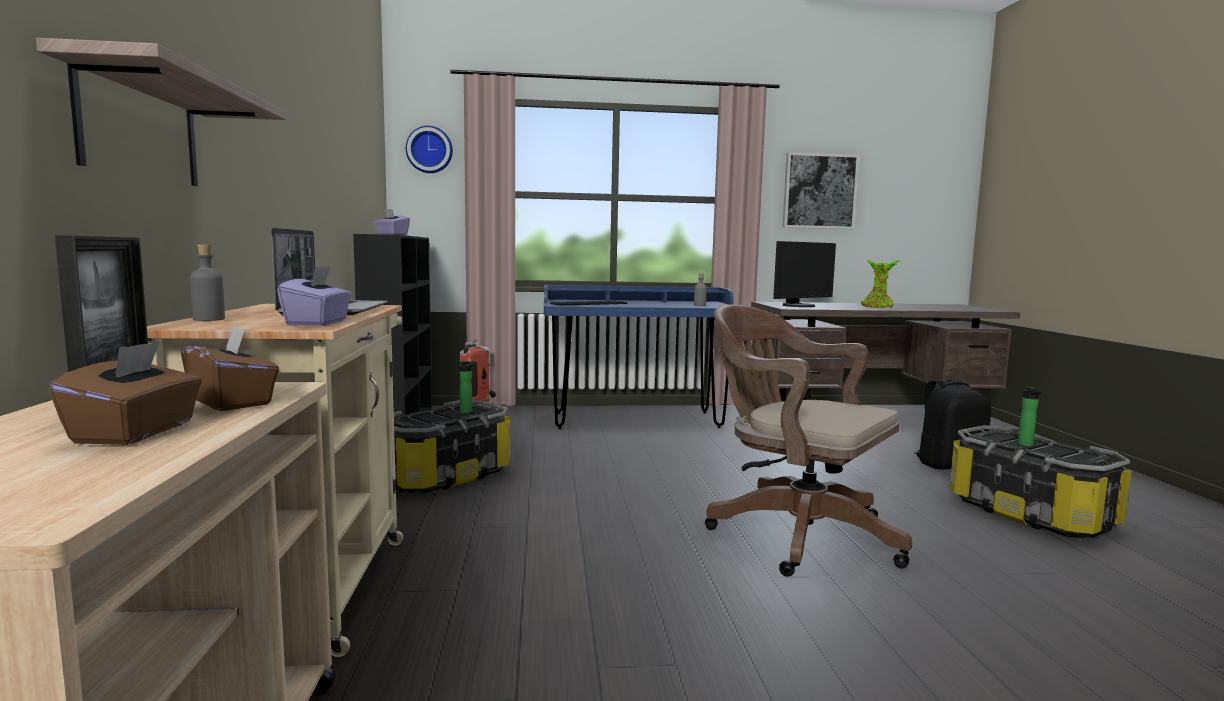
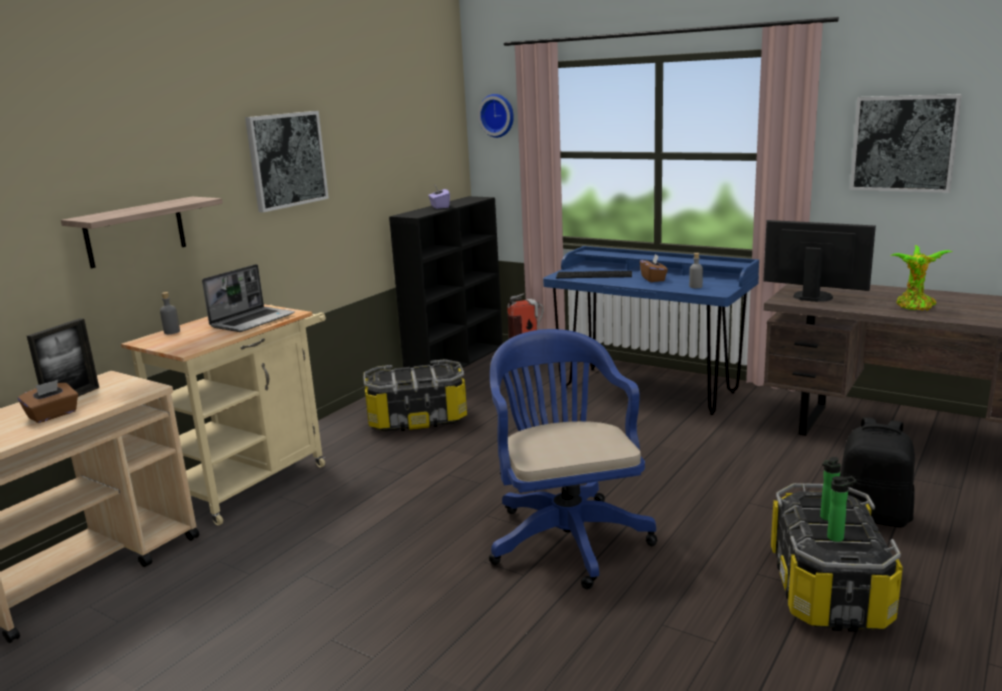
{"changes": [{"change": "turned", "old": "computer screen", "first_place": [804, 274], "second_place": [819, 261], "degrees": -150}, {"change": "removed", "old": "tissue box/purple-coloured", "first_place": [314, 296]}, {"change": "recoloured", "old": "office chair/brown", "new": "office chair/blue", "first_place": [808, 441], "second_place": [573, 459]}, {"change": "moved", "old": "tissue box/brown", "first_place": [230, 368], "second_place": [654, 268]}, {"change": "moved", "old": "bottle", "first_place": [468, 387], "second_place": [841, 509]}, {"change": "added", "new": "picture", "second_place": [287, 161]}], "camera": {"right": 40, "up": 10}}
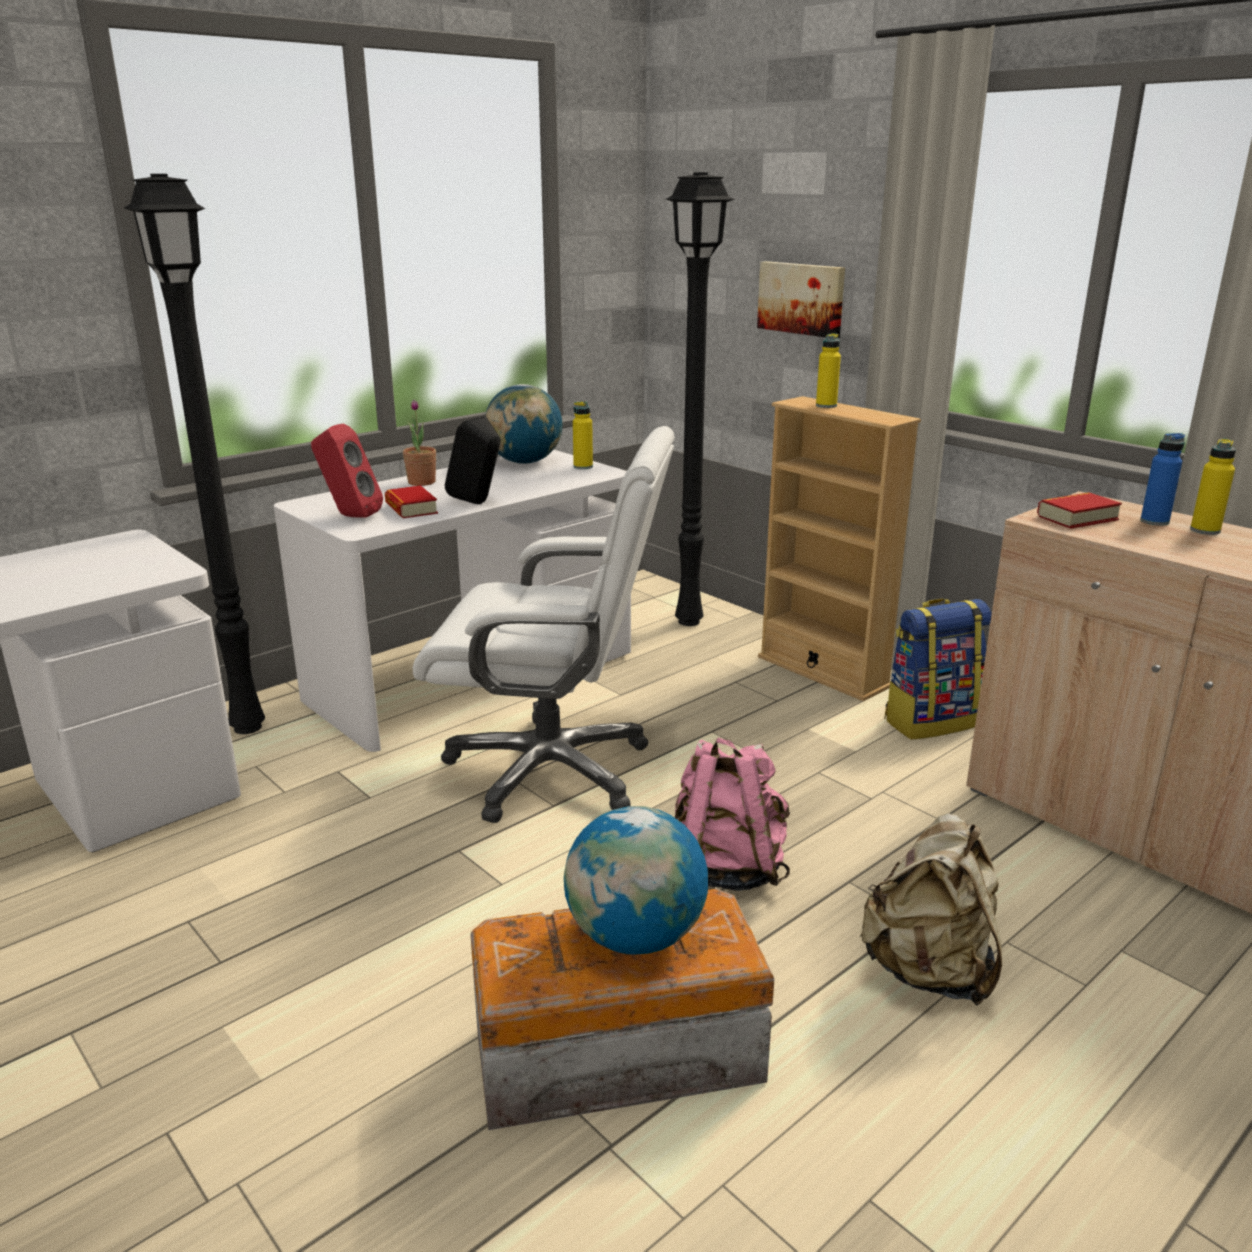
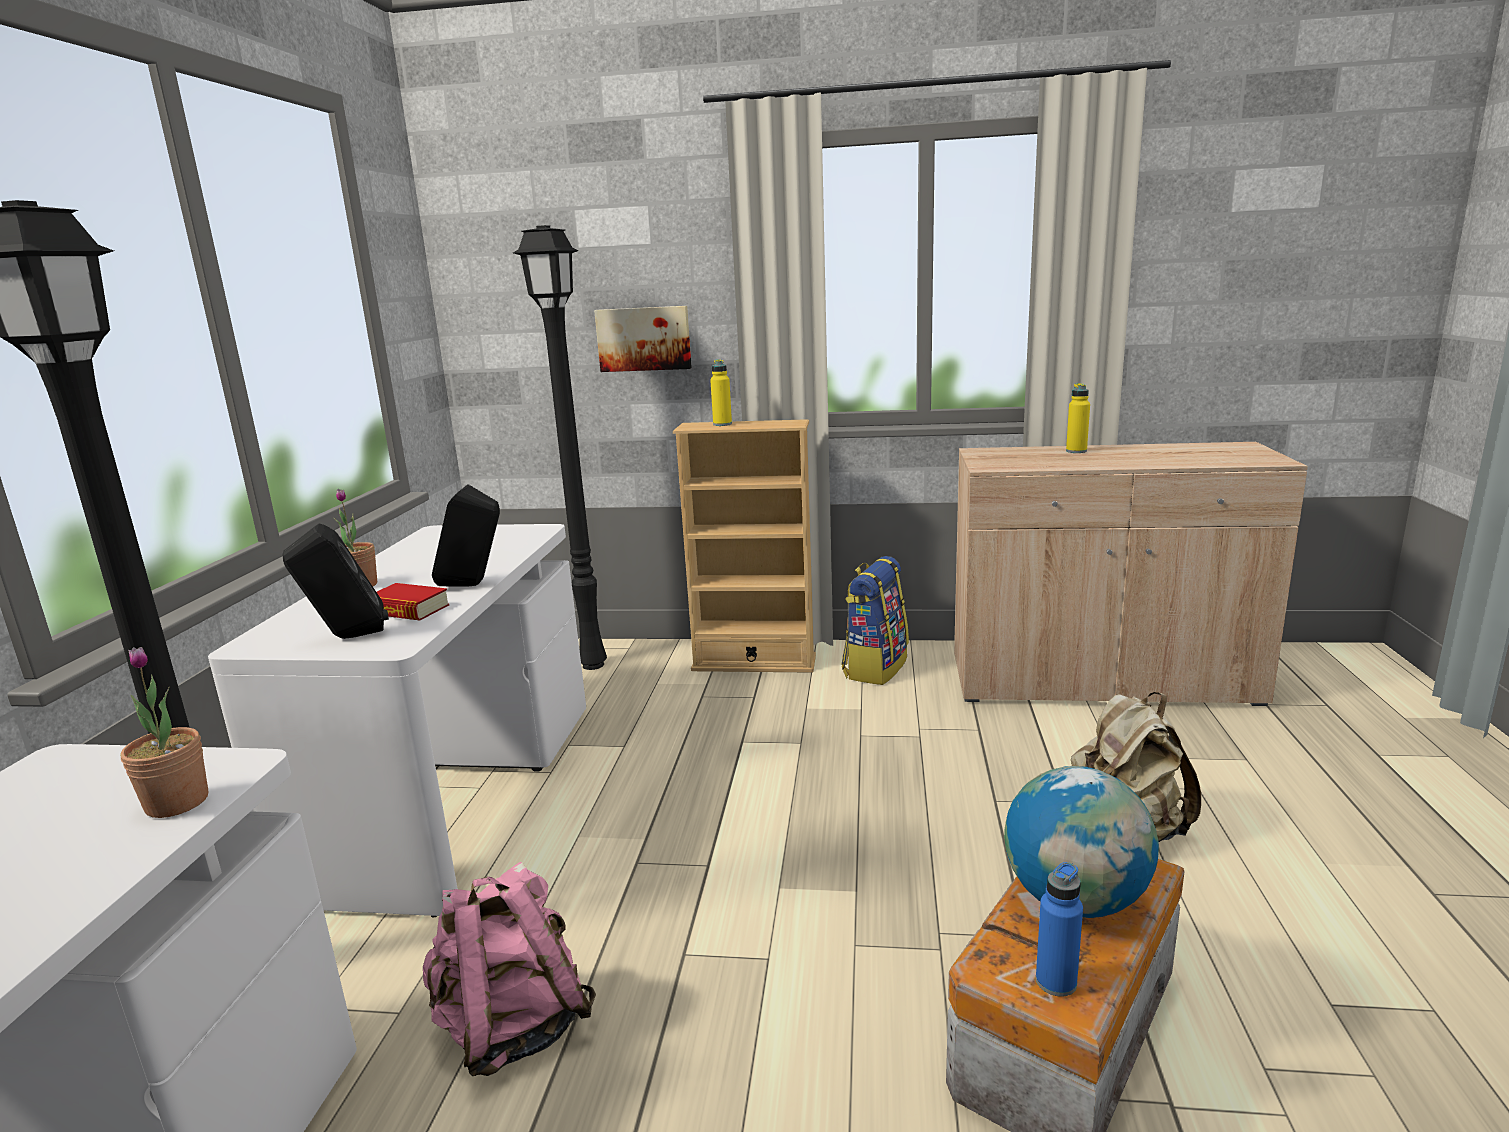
{"changes": [{"change": "removed", "old": "world globe", "first_place": [523, 424]}, {"change": "removed", "old": "bottle/yellow-coloured", "first_place": [583, 435]}, {"change": "recoloured", "old": "loudspeaker/red-coloured", "new": "loudspeaker/blackish", "first_place": [347, 471], "second_place": [336, 581]}, {"change": "removed", "old": "office chair/white-coloured", "first_place": [544, 624]}, {"change": "moved", "old": "bottle/blue", "first_place": [1162, 479], "second_place": [1059, 929]}, {"change": "removed", "old": "book", "first_place": [1079, 510]}, {"change": "moved", "old": "backpack/pinkish", "first_place": [732, 814], "second_place": [509, 969]}, {"change": "added", "new": "houseplant", "second_place": [164, 732]}], "camera": {"right": -40, "up": -5}}
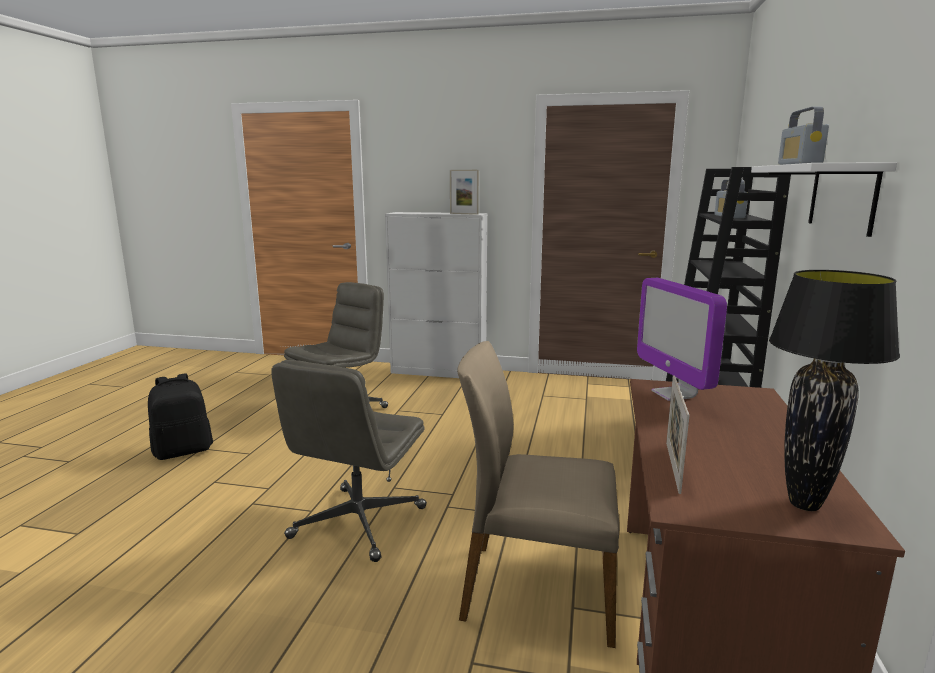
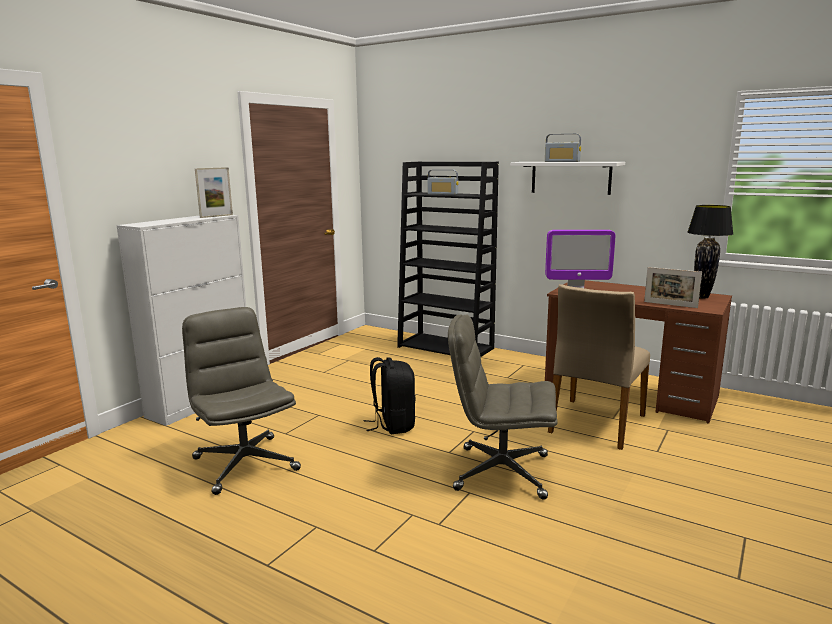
{"changes": [{"change": "turned", "old": "office chair/grey", "first_place": [349, 461], "second_place": [503, 407], "degrees": 150}, {"change": "moved", "old": "backpack/blackish", "first_place": [180, 417], "second_place": [390, 395]}], "camera": {"right": -70, "up": 0}}
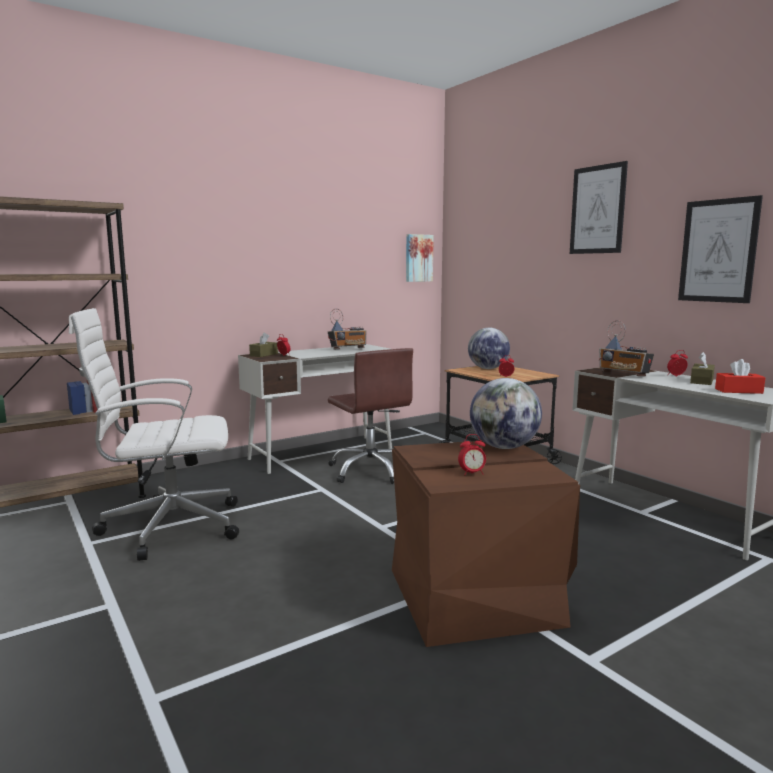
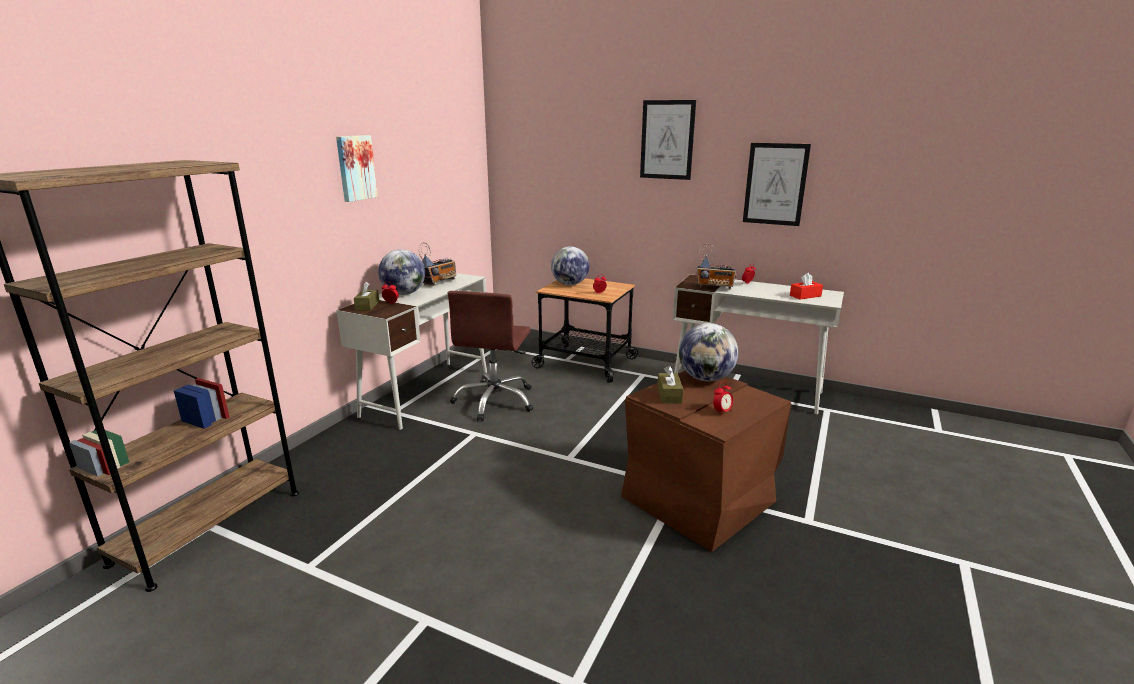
{"changes": [{"change": "moved", "old": "picture", "first_place": [420, 258], "second_place": [357, 168]}, {"change": "removed", "old": "office chair/white-coloured", "first_place": [154, 434]}, {"change": "turned", "old": "office chair/brown", "first_place": [370, 416], "second_place": [490, 356], "degrees": 75}, {"change": "moved", "old": "tissue box/brown", "first_place": [702, 368], "second_place": [670, 385]}, {"change": "added", "new": "world globe", "second_place": [401, 272]}], "camera": {"right": -30, "up": 10}}
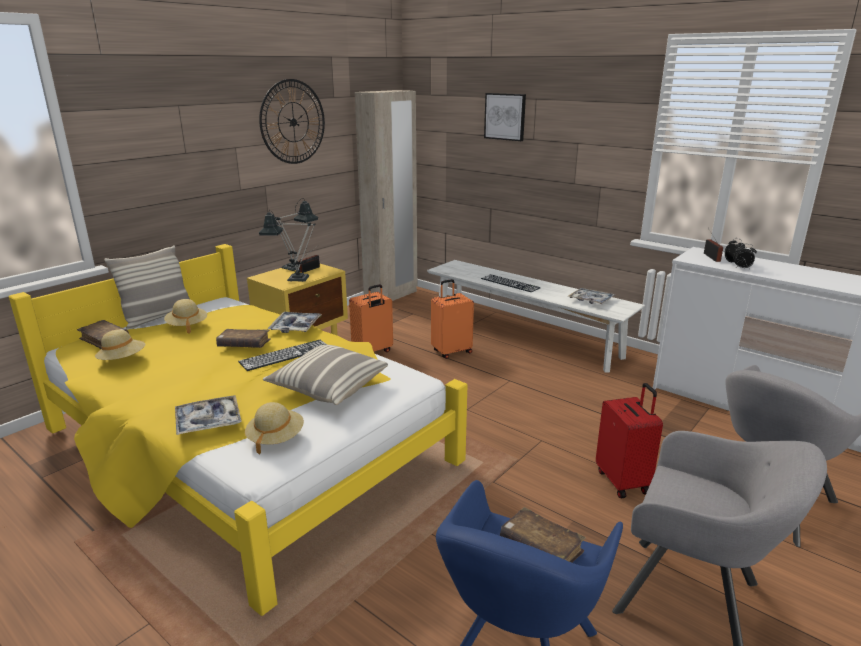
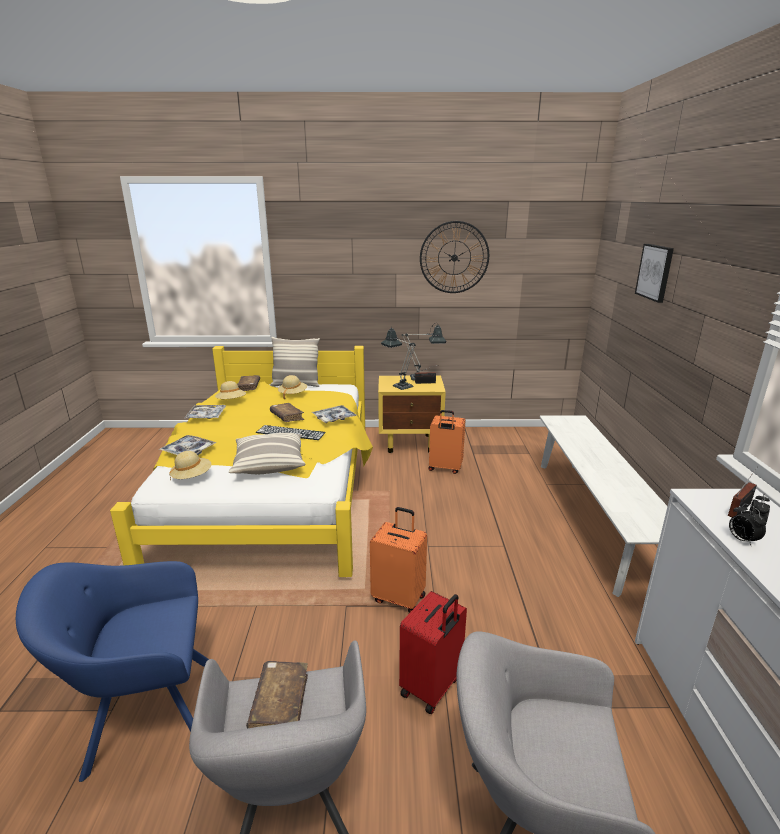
{"changes": [{"change": "removed", "old": "armoire/beige", "first_place": [386, 195]}, {"change": "removed", "old": "computer keyboard", "first_place": [511, 283]}, {"change": "moved", "old": "piece of luggage/orange-coloured", "first_place": [452, 319], "second_place": [398, 560]}, {"change": "moved", "old": "tray", "first_place": [591, 296], "second_place": [205, 412]}, {"change": "moved", "old": "book/brown", "first_place": [543, 535], "second_place": [277, 695]}], "camera": {"right": 50, "up": 0}}
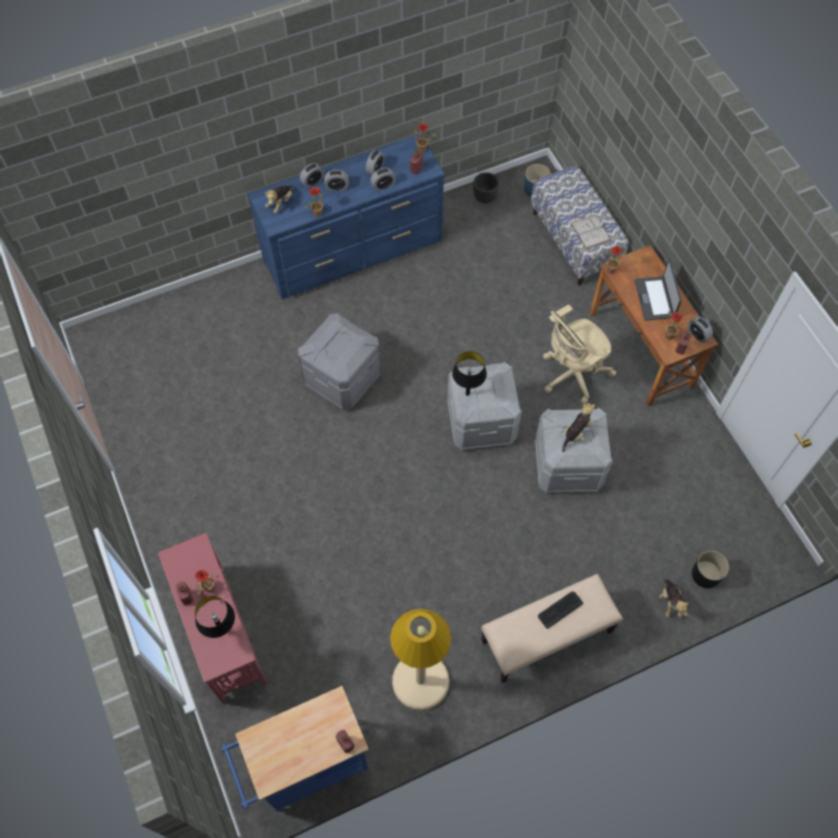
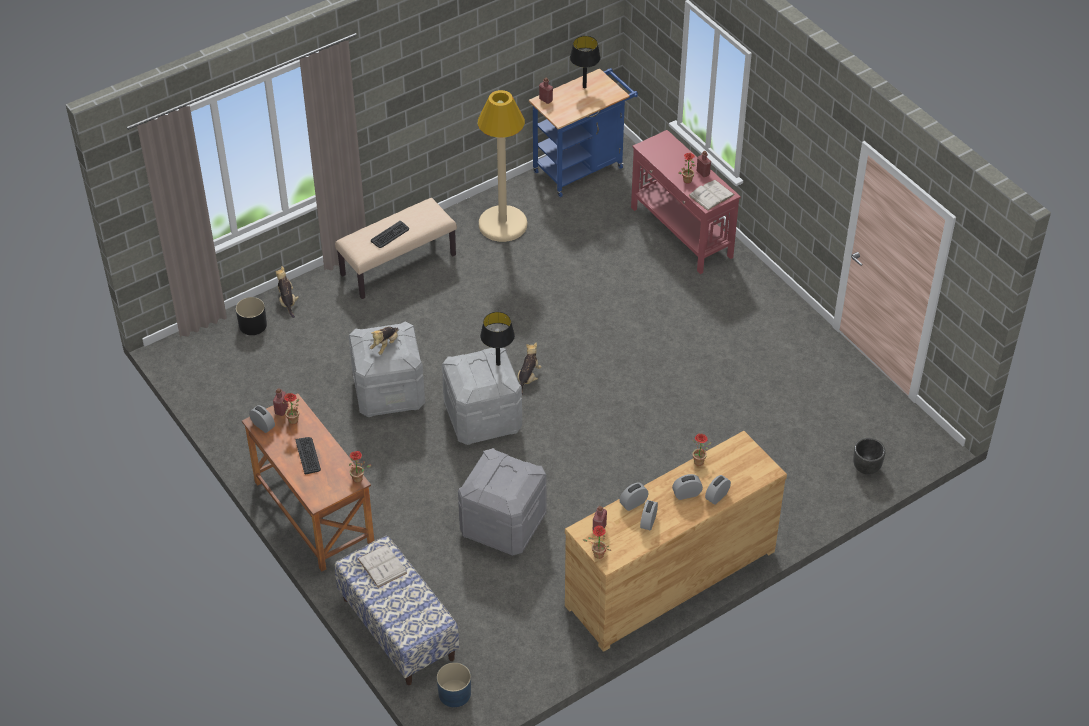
{"changes": [{"change": "recoloured", "old": "drawer chest/blue", "new": "drawer chest/brown", "first_place": [346, 217], "second_place": [676, 541]}, {"change": "moved", "old": "plant pot/blackish", "first_place": [486, 187], "second_place": [869, 456]}, {"change": "moved", "old": "cuddly toy", "first_place": [279, 199], "second_place": [529, 369]}, {"change": "replaced", "old": "portable computer", "new": "computer keyboard", "first_place": [658, 290], "second_place": [308, 456]}, {"change": "removed", "old": "office chair/beige", "first_place": [579, 354]}, {"change": "moved", "old": "storage box/grey", "first_place": [339, 361], "second_place": [502, 502]}, {"change": "moved", "old": "tabletop lamp/blackish", "first_place": [215, 617], "second_place": [585, 62]}, {"change": "added", "new": "book/white-coloured", "second_place": [711, 195]}], "camera": {"right": 170, "up": -15}}
